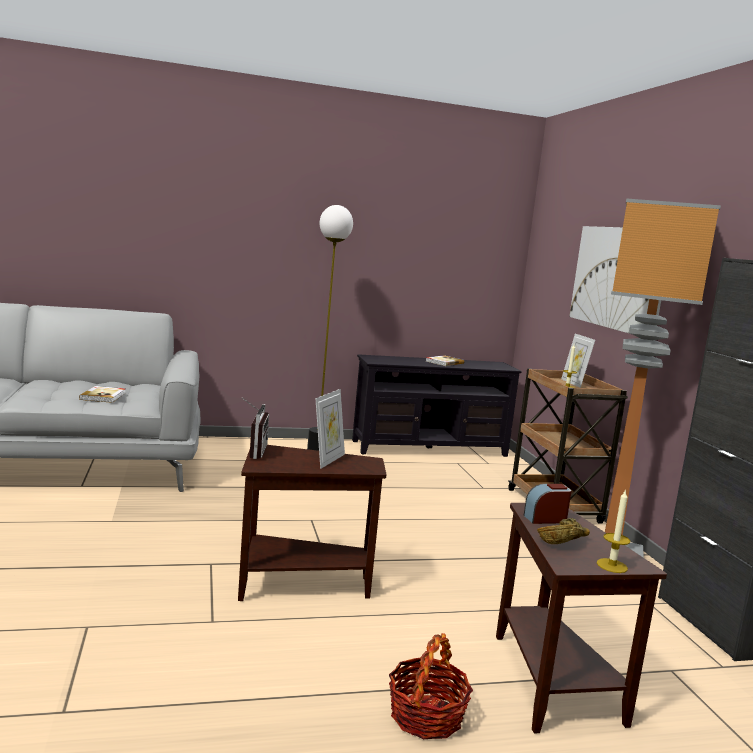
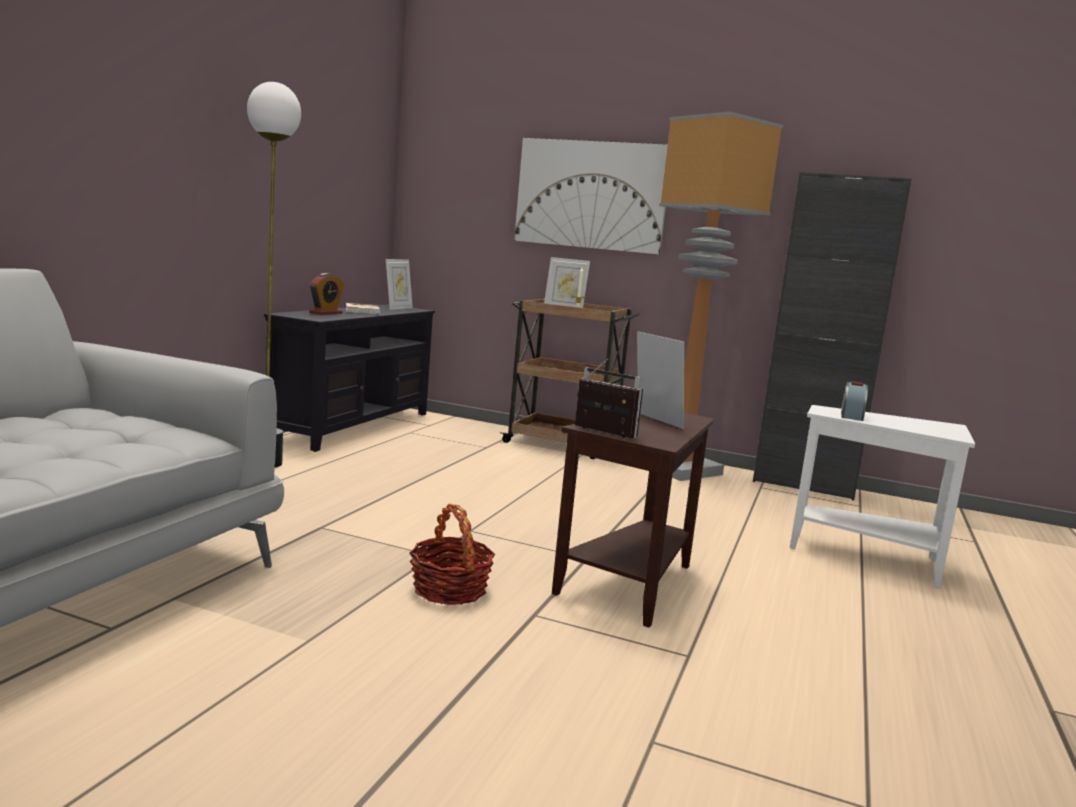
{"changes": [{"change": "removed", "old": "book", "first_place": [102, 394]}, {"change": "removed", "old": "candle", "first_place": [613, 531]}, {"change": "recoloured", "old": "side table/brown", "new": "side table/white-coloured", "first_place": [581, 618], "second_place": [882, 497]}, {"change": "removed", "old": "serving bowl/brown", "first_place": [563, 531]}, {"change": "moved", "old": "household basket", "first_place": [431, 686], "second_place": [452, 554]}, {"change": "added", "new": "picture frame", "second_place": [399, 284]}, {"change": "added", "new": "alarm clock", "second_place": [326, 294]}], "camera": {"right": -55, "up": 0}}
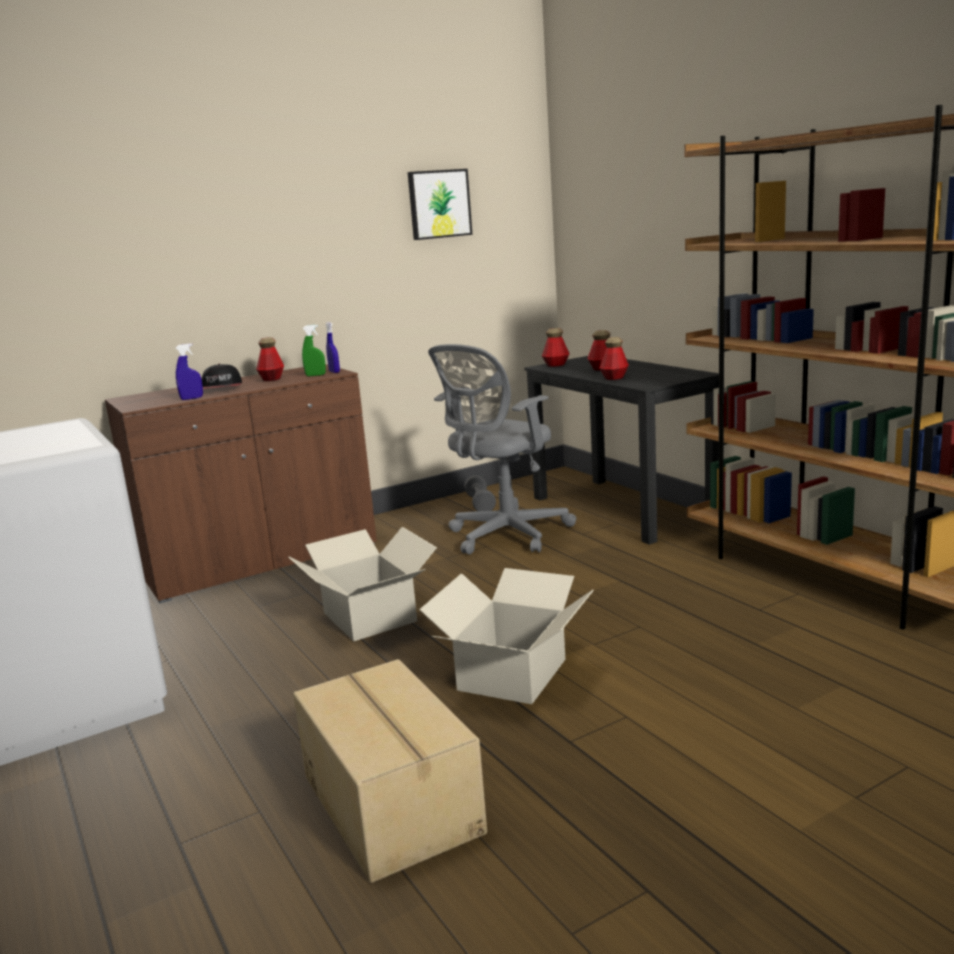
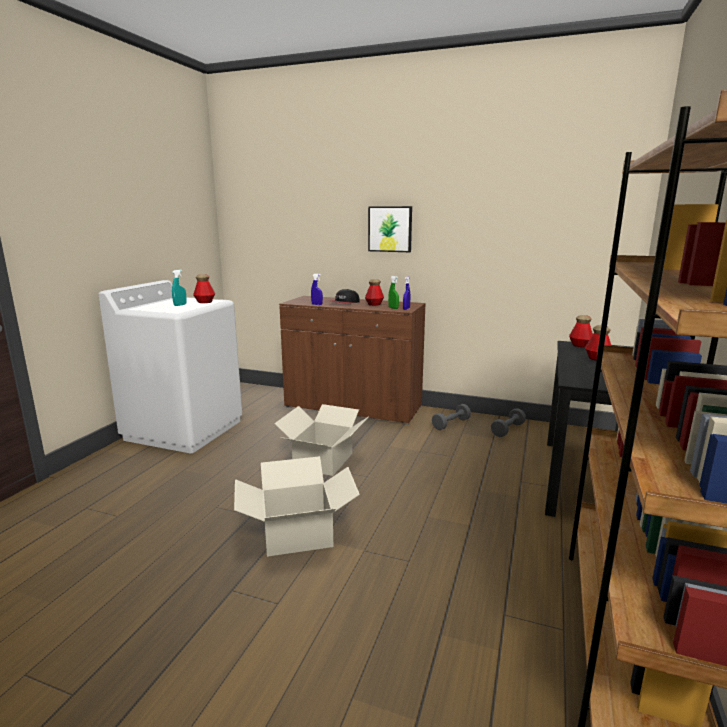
{"changes": [{"change": "moved", "old": "picture", "first_place": [440, 204], "second_place": [390, 229]}, {"change": "moved", "old": "bottle", "first_place": [614, 358], "second_place": [204, 288]}, {"change": "removed", "old": "office chair/grey", "first_place": [502, 449]}, {"change": "removed", "old": "cardboard box", "first_place": [390, 771]}, {"change": "added", "new": "hand sprayer/blue-green", "second_place": [179, 288]}, {"change": "added", "new": "hand weight/grey", "second_place": [451, 417]}], "camera": {"right": 50, "up": 0}}
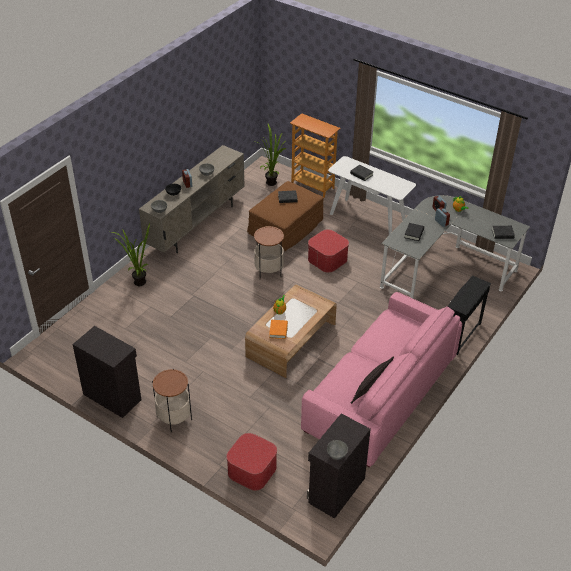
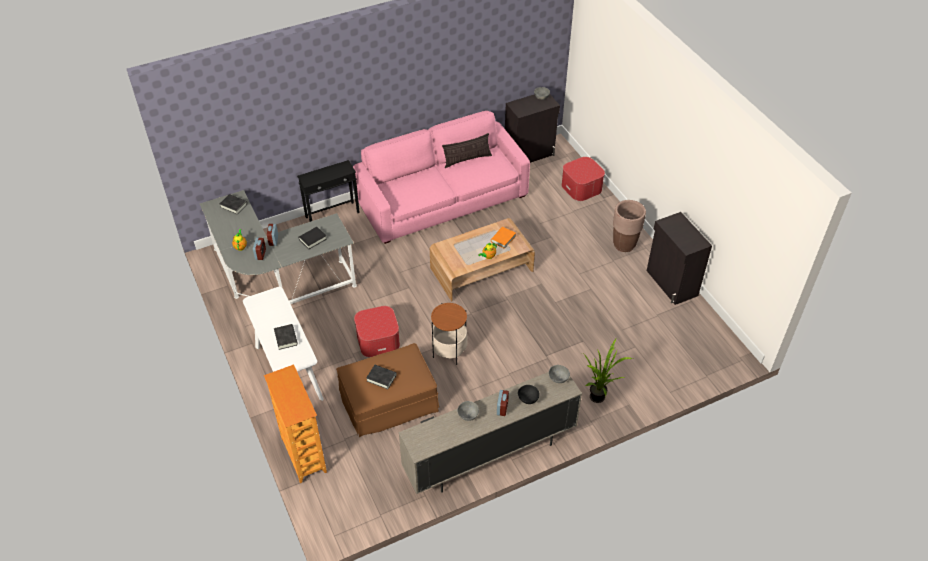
{"changes": [{"change": "removed", "old": "houseplant", "first_place": [272, 155]}, {"change": "replaced", "old": "side table", "new": "plant pot/brown", "first_place": [172, 401], "second_place": [629, 226]}], "camera": {"right": -150, "up": 5}}
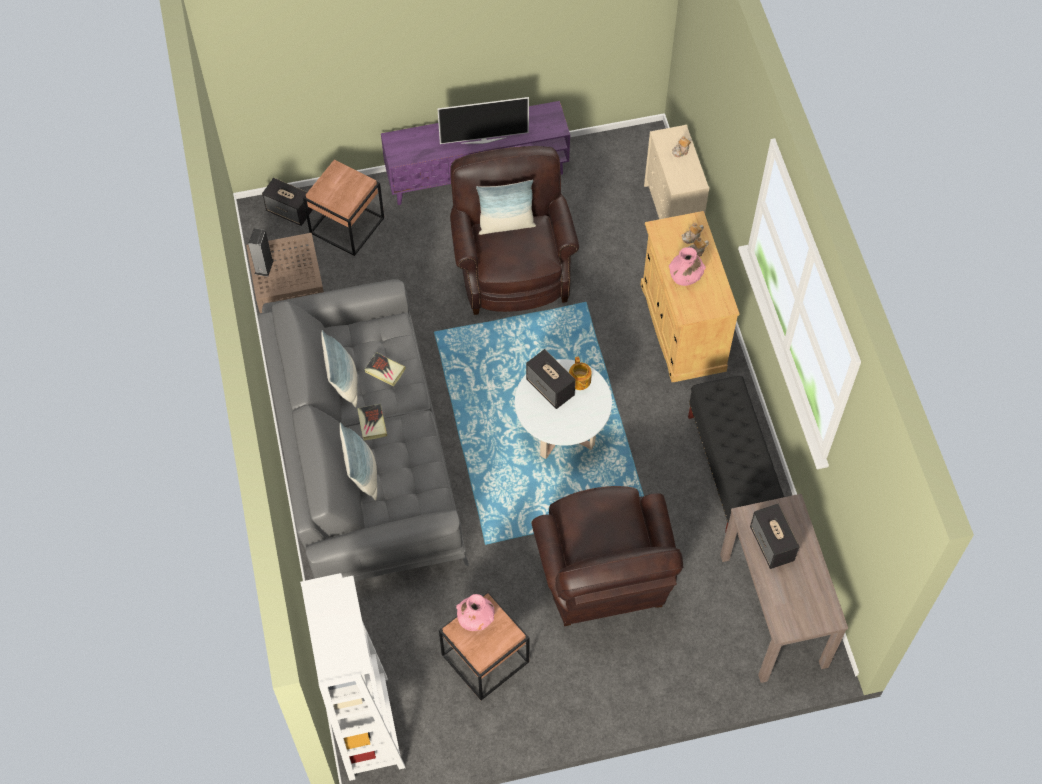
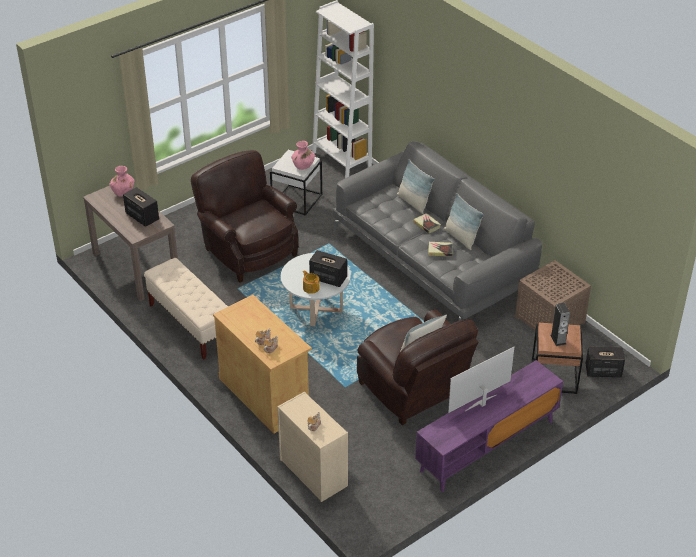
{"changes": [{"change": "moved", "old": "loudspeaker", "first_place": [261, 252], "second_place": [560, 324]}, {"change": "moved", "old": "flower vase/pinkish", "first_place": [687, 266], "second_place": [122, 181]}, {"change": "recoloured", "old": "bench/blackish", "new": "bench/beige", "first_place": [736, 453], "second_place": [186, 309]}, {"change": "recoloured", "old": "side table/brown", "new": "side table/white-coloured", "first_place": [484, 646], "second_place": [296, 183]}], "camera": {"right": 155, "up": -20}}
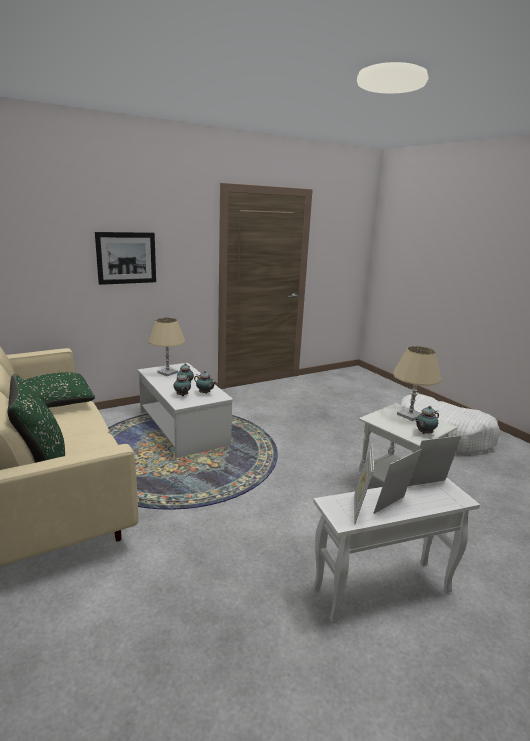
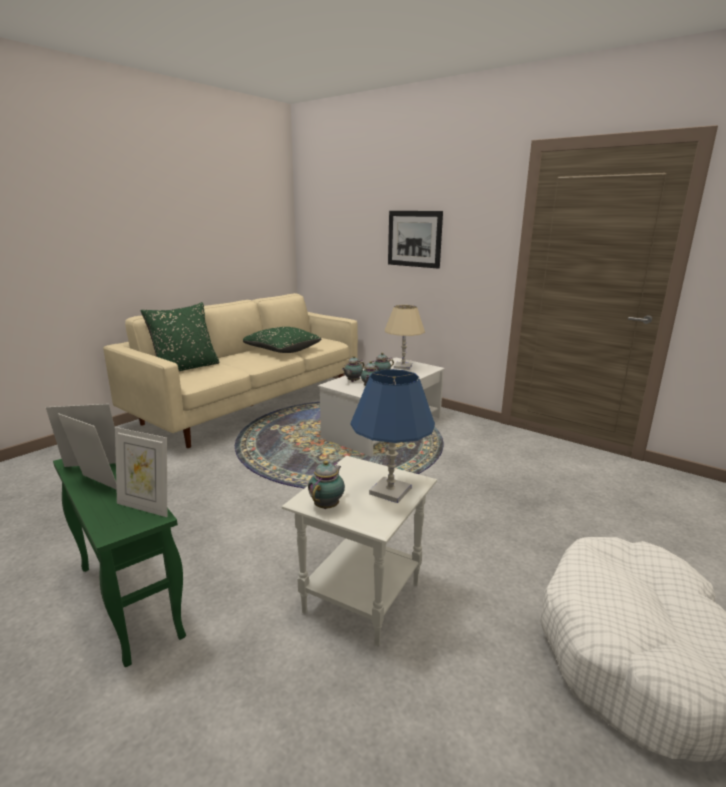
{"changes": [{"change": "recoloured", "old": "tabletop lamp/beige", "new": "tabletop lamp/blue", "first_place": [417, 383], "second_place": [392, 436]}, {"change": "turned", "old": "teapot", "first_place": [427, 420], "second_place": [326, 485], "degrees": 75}, {"change": "turned", "old": "picture frame", "first_place": [435, 460], "second_place": [141, 472], "degrees": 150}, {"change": "recoloured", "old": "side table/white-coloured", "new": "side table/green", "first_place": [396, 550], "second_place": [119, 563]}], "camera": {"right": 70, "up": 0}}
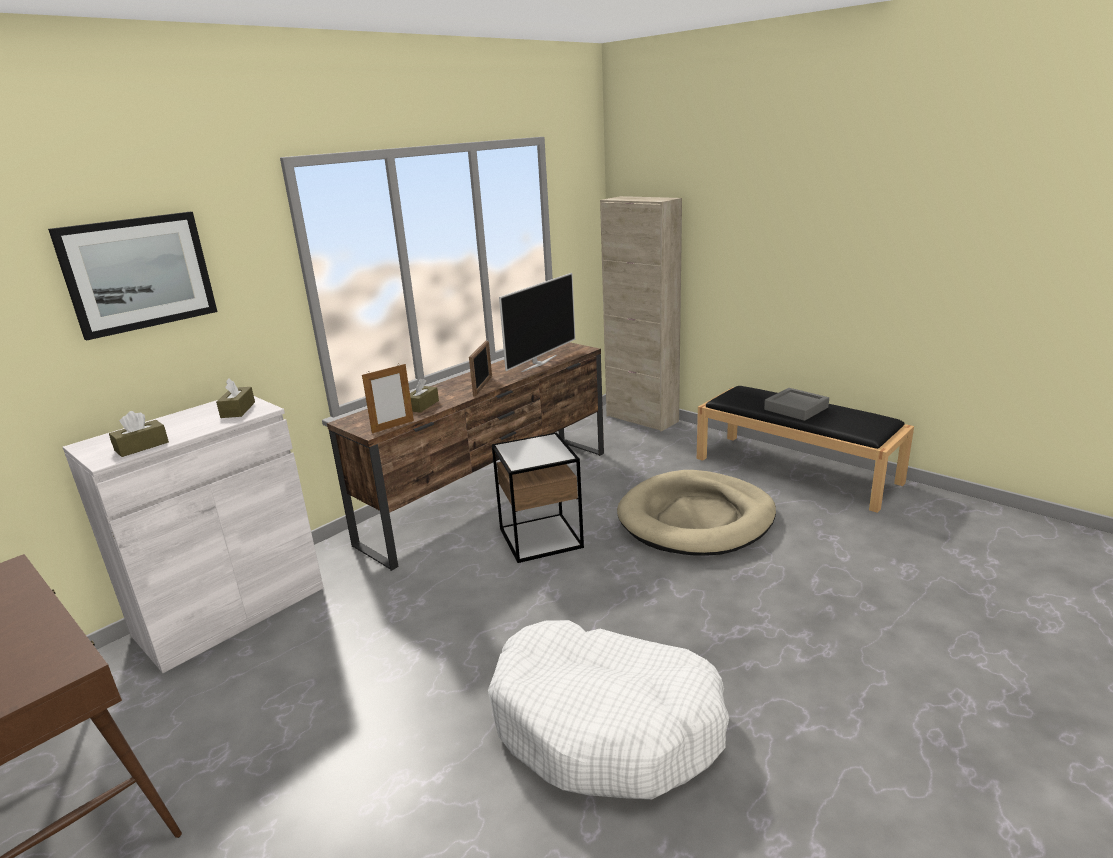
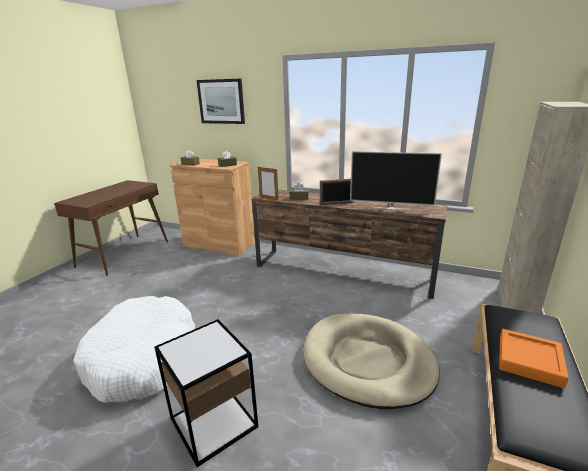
{"changes": [{"change": "recoloured", "old": "tray/grey", "new": "tray/orange-coloured", "first_place": [796, 404], "second_place": [534, 358]}, {"change": "recoloured", "old": "cabinet/white-coloured", "new": "cabinet/brown", "first_place": [193, 534], "second_place": [212, 207]}, {"change": "moved", "old": "side table", "first_place": [538, 497], "second_place": [206, 393]}], "camera": {"right": 70, "up": 0}}
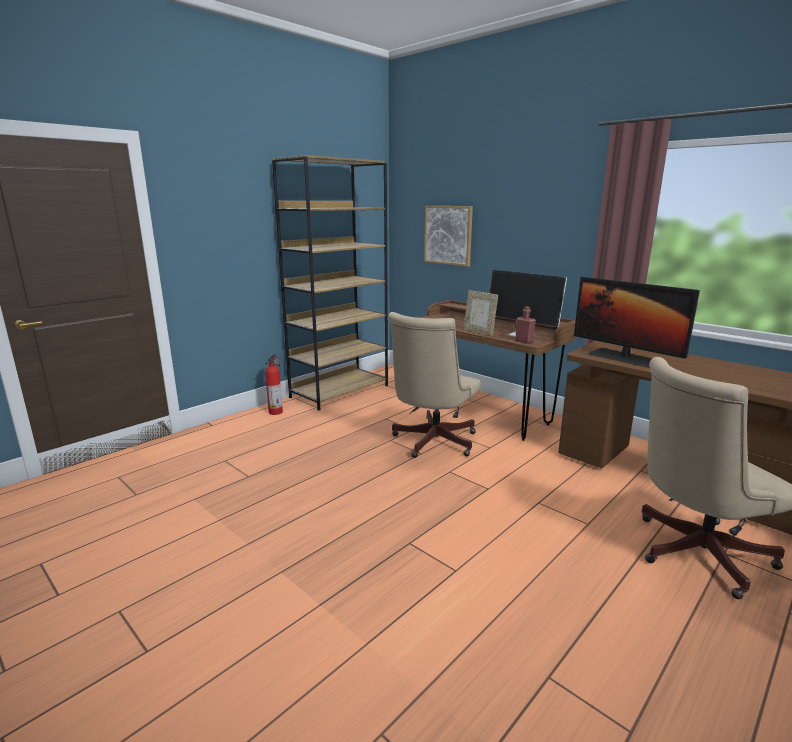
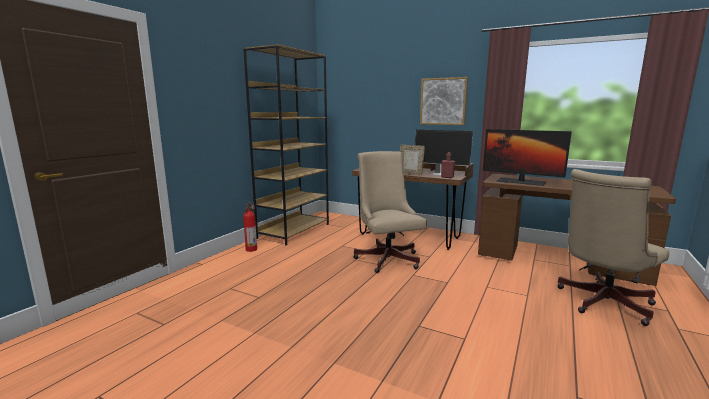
{"changes": [{"change": "moved", "old": "picture", "first_place": [448, 236], "second_place": [444, 101]}, {"change": "turned", "old": "office chair/beige", "first_place": [434, 385], "second_place": [390, 212], "degrees": 150}], "camera": {"right": -15, "up": -5}}
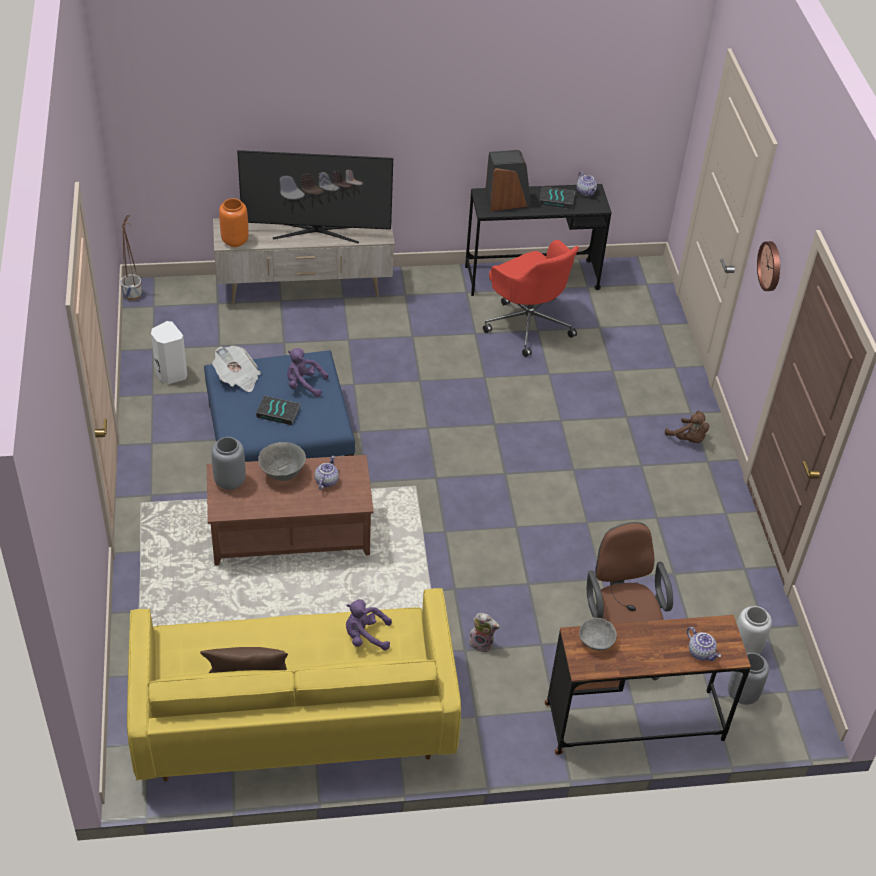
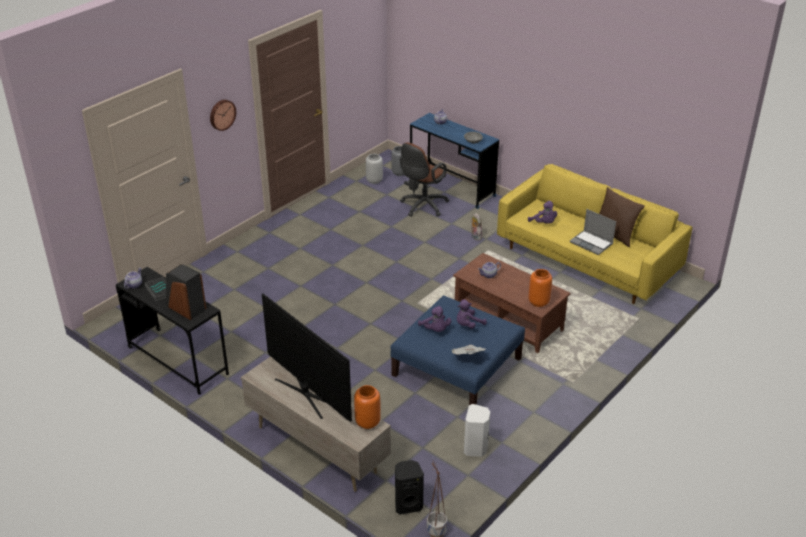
{"changes": [{"change": "removed", "old": "office chair/red-coloured", "first_place": [531, 298]}, {"change": "replaced", "old": "book", "new": "cuddly toy/purple-coloured", "first_place": [278, 410], "second_place": [472, 314]}, {"change": "removed", "old": "cuddly toy/brown", "first_place": [687, 427]}, {"change": "recoloured", "old": "flower vase/grey", "new": "flower vase/orange-coloured", "first_place": [228, 463], "second_place": [540, 288]}, {"change": "removed", "old": "serving bowl/grey", "first_place": [282, 461]}, {"change": "recoloured", "old": "desk/brown", "new": "desk/blue", "first_place": [648, 685], "second_place": [454, 161]}, {"change": "added", "new": "portable computer", "second_place": [593, 232]}, {"change": "added", "new": "loudspeaker/blackish", "second_place": [409, 487]}], "camera": {"right": -130, "up": -10}}
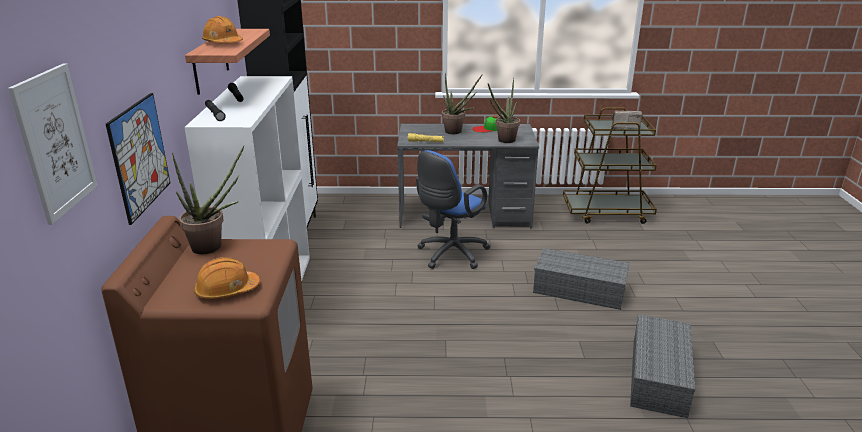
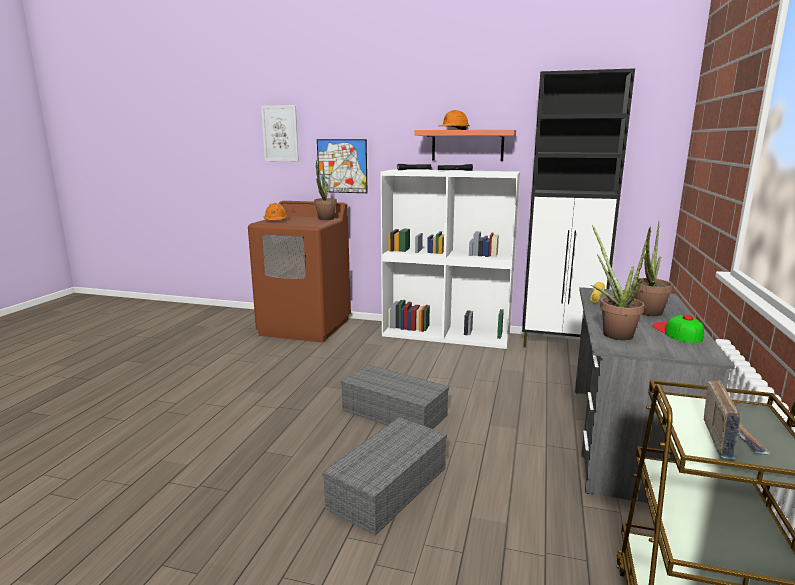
{"changes": [{"change": "removed", "old": "office chair/blue", "first_place": [453, 209]}, {"change": "moved", "old": "storage box/grey", "first_place": [662, 366], "second_place": [395, 397]}], "camera": {"right": 105, "up": -10}}
